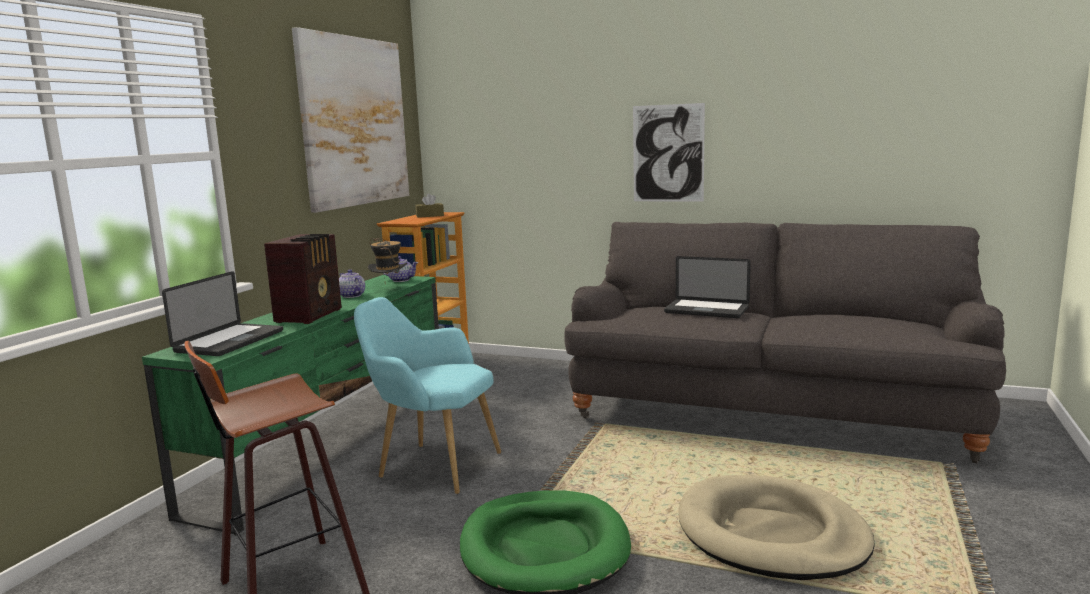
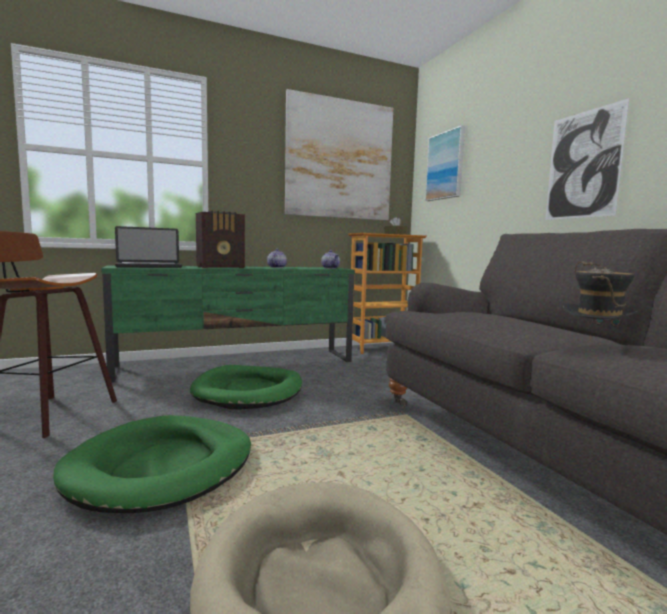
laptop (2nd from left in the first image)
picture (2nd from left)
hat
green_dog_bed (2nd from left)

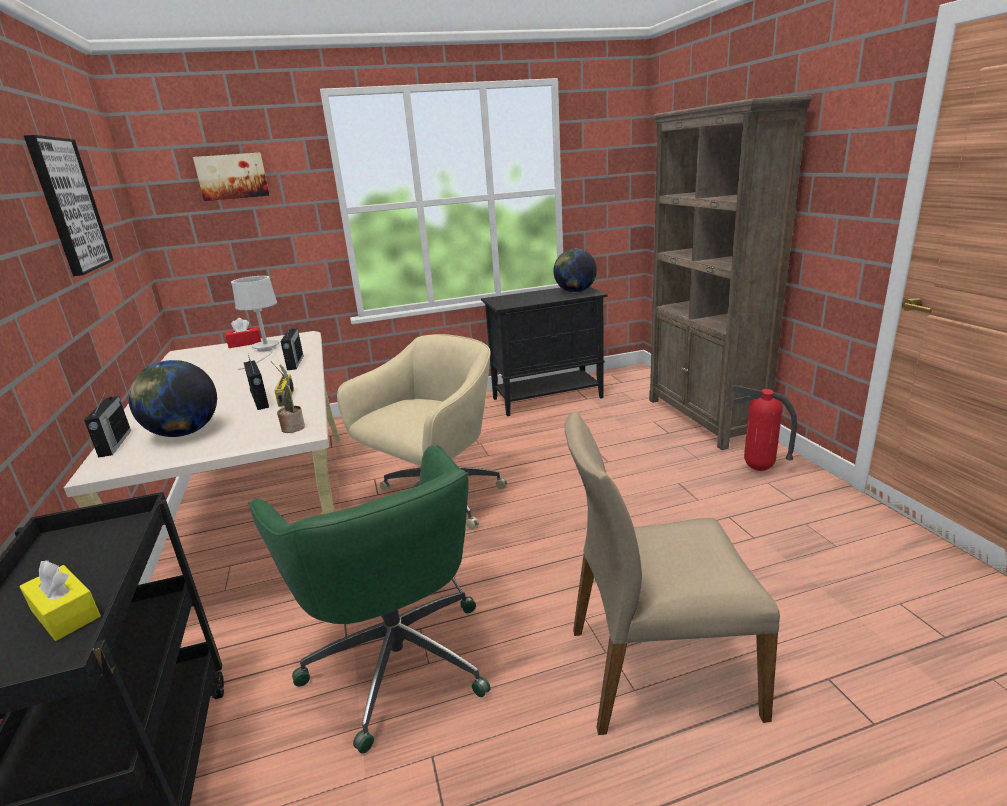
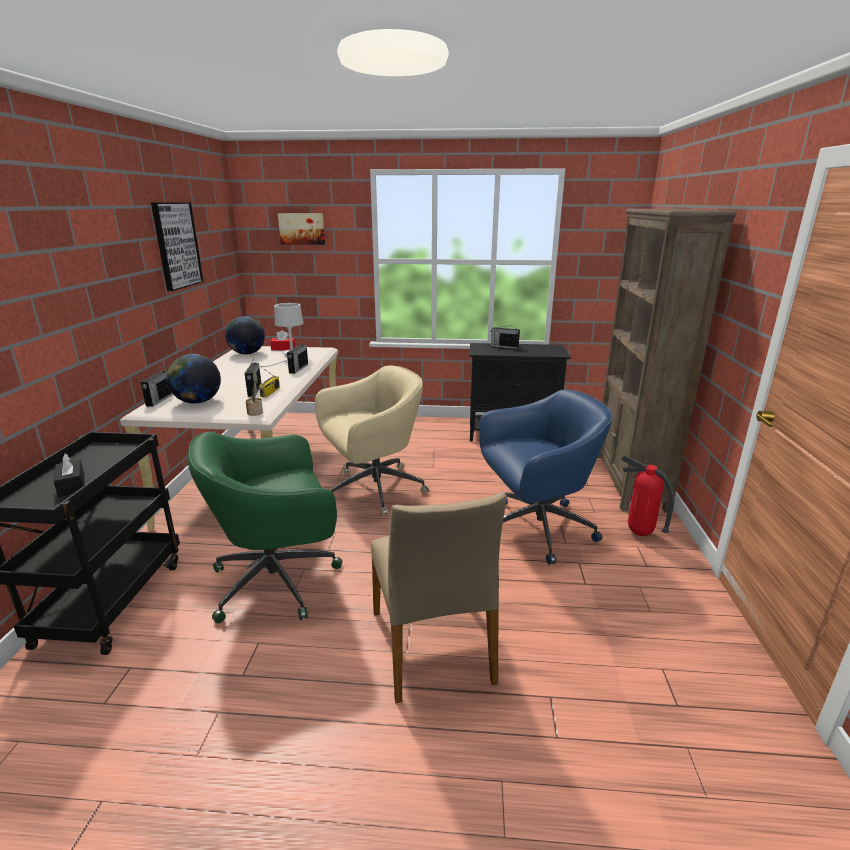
blue_office_chair
radio (5th from left)
globe (2nd from left)
black_tissue_box
green_office_chair
beige_chair

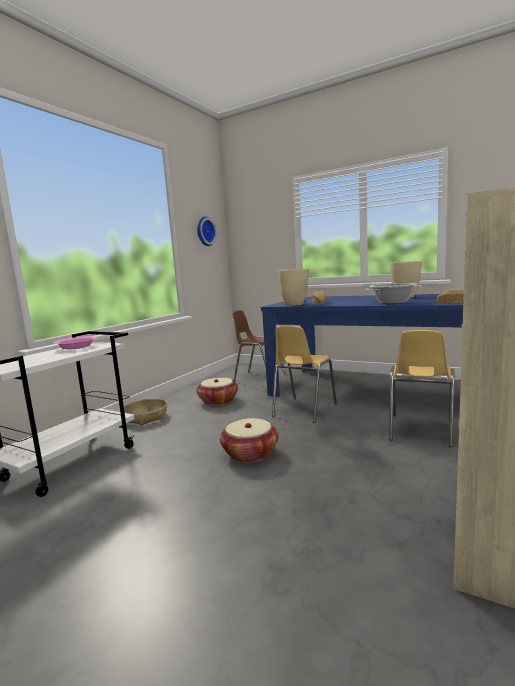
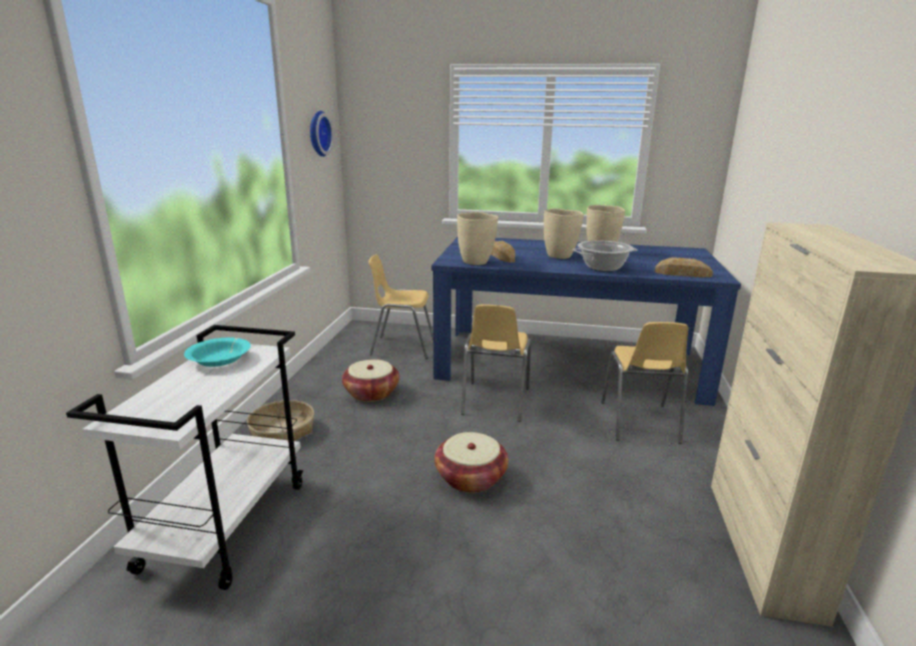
beige_vase (2nd from left)
turquoise_bowl
yellow_chair (1st from left)

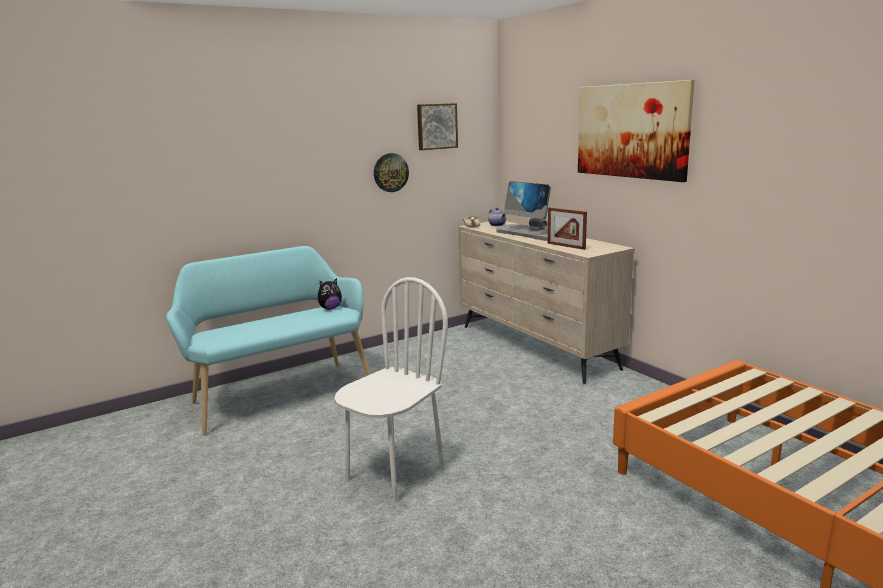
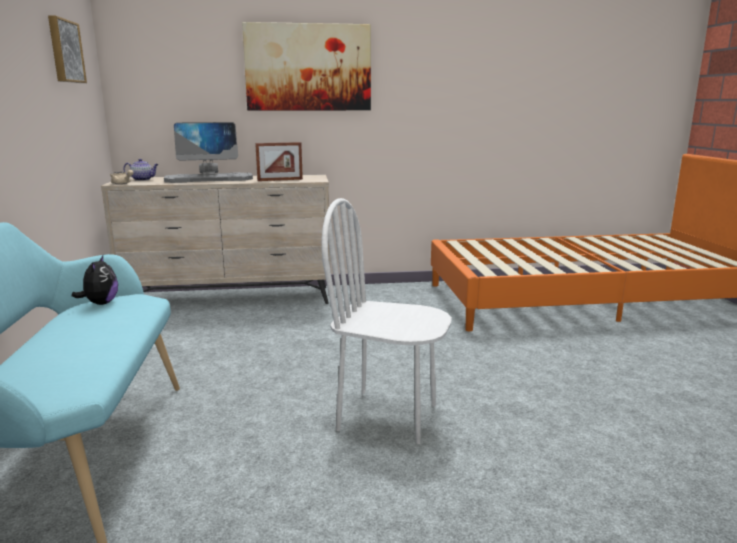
wall_clock
white_chair

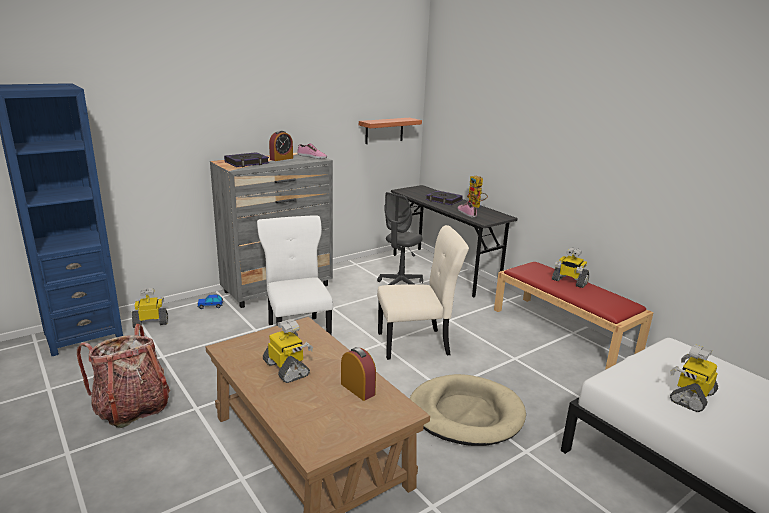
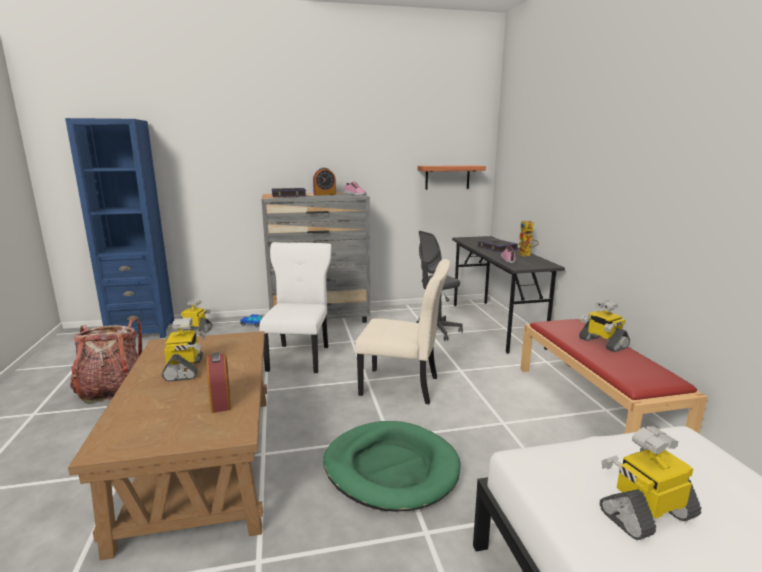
green_dog_bed

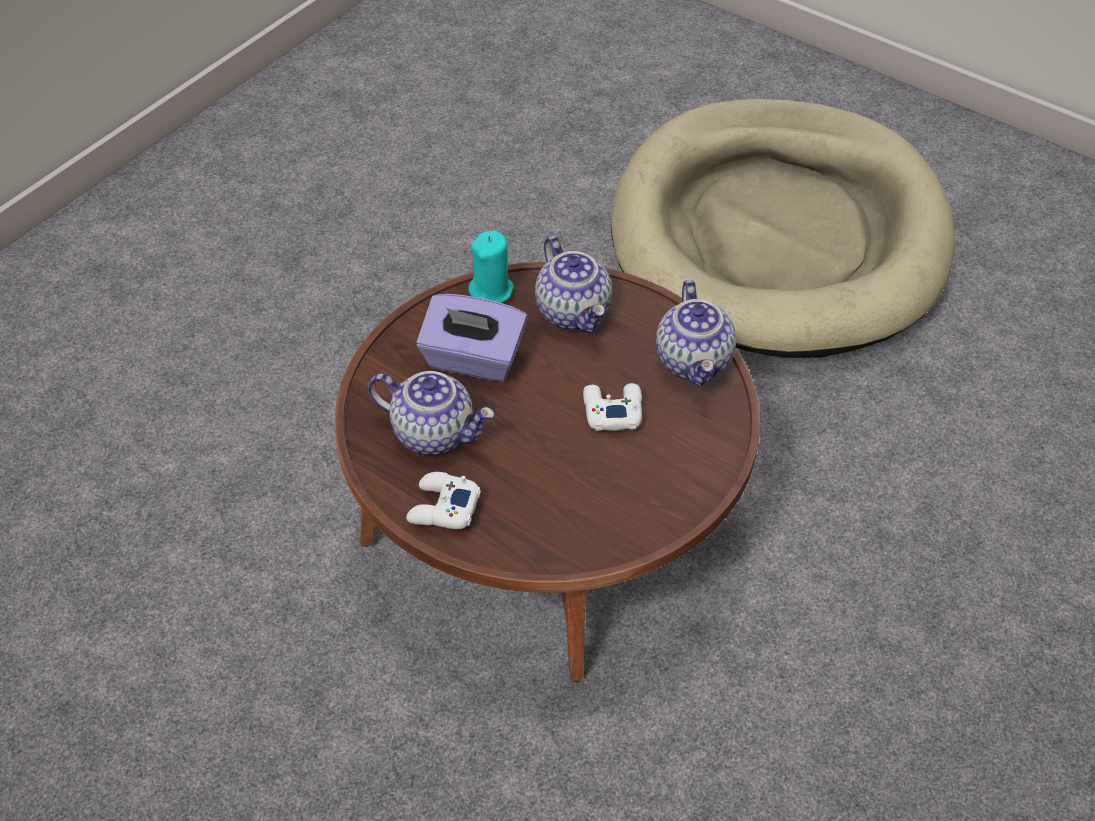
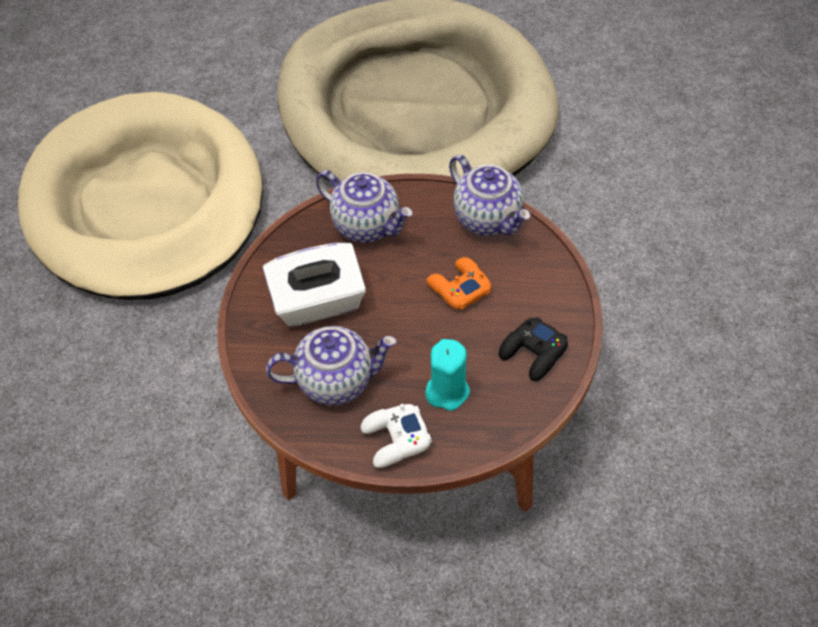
beige_dog_bed (1st from left)
black_game_controller
turquoise_candle
white_tissue_box
orange_game_controller

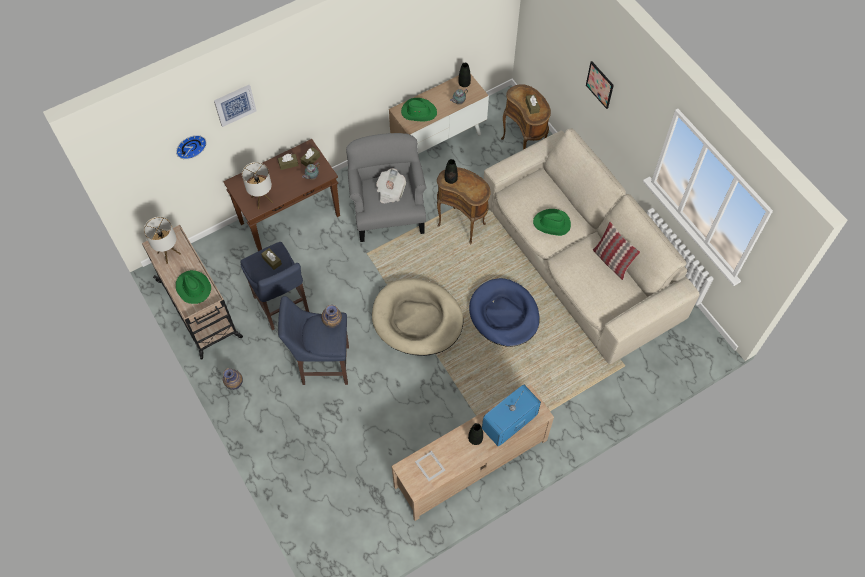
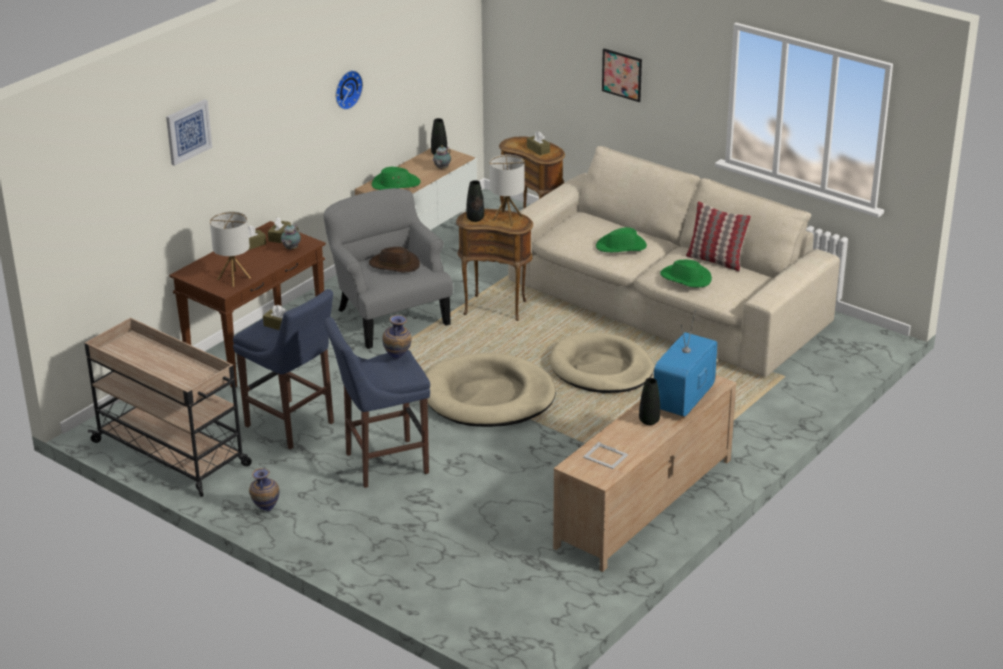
table_lamp (2nd from left)
wall_clock
green_hat (3rd from left)
brown_hat
beige_dog_bed (2nd from left)

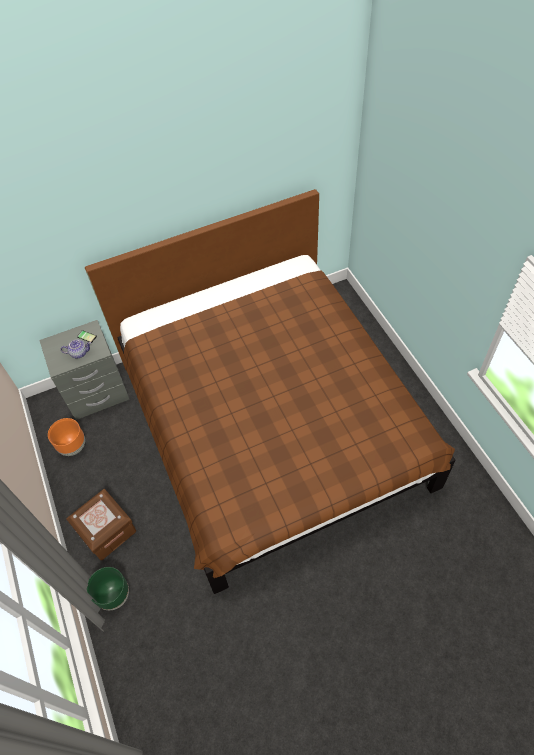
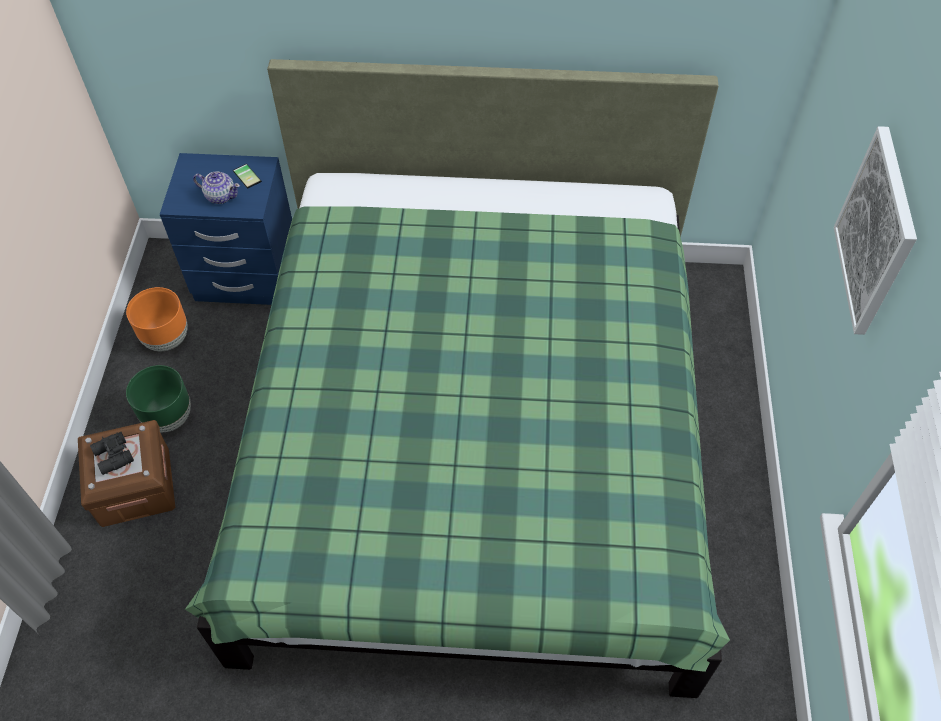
black_binoculars
picture
green_planter
blue_nightstand
green_bed

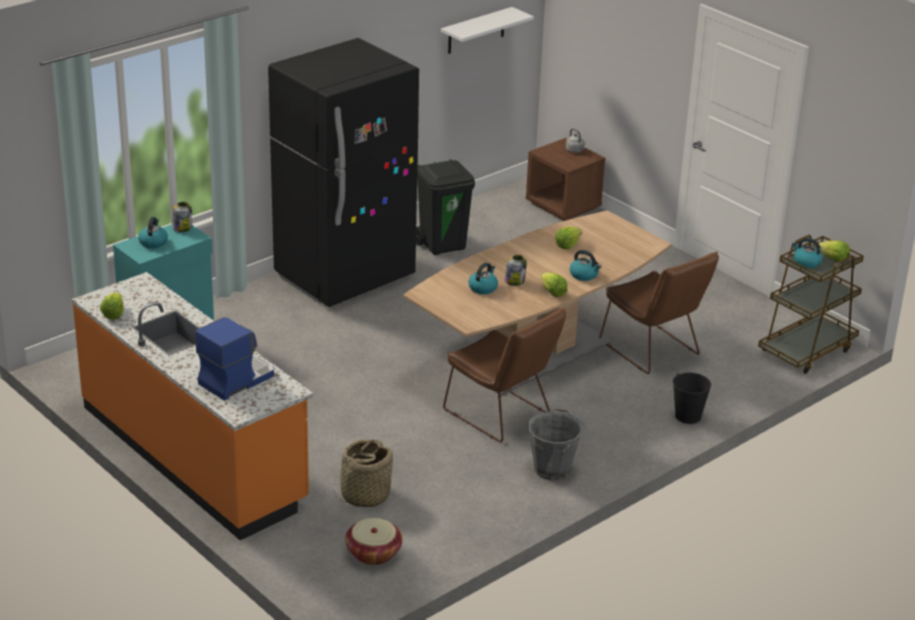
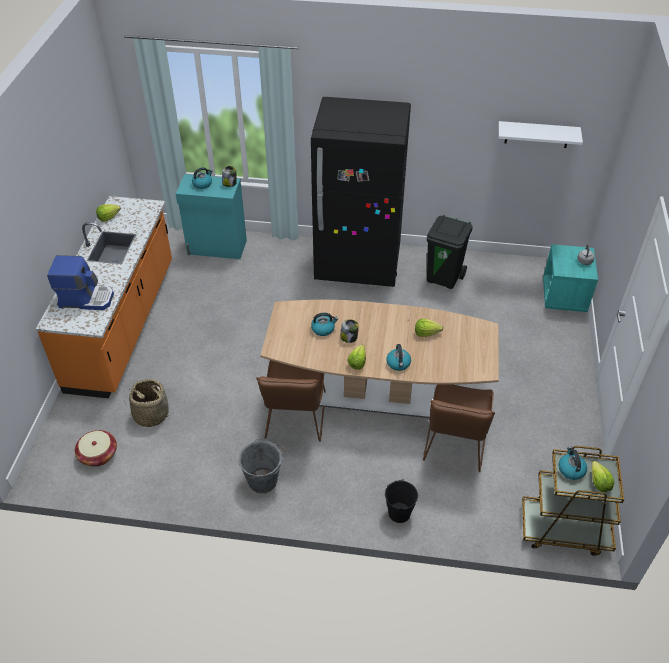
turquoise_nightstand

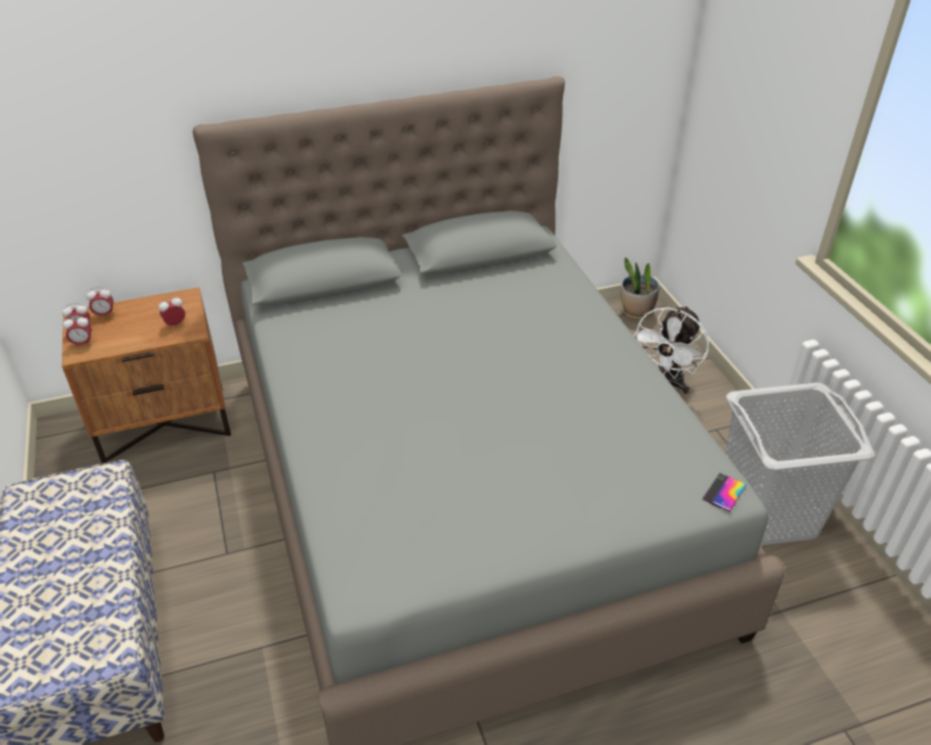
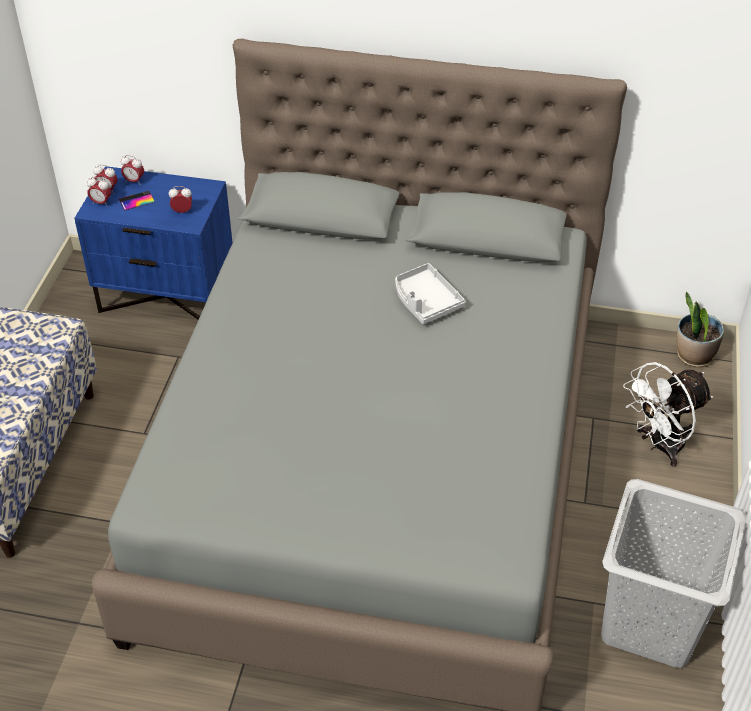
grey_tray
phone
blue_nightstand

